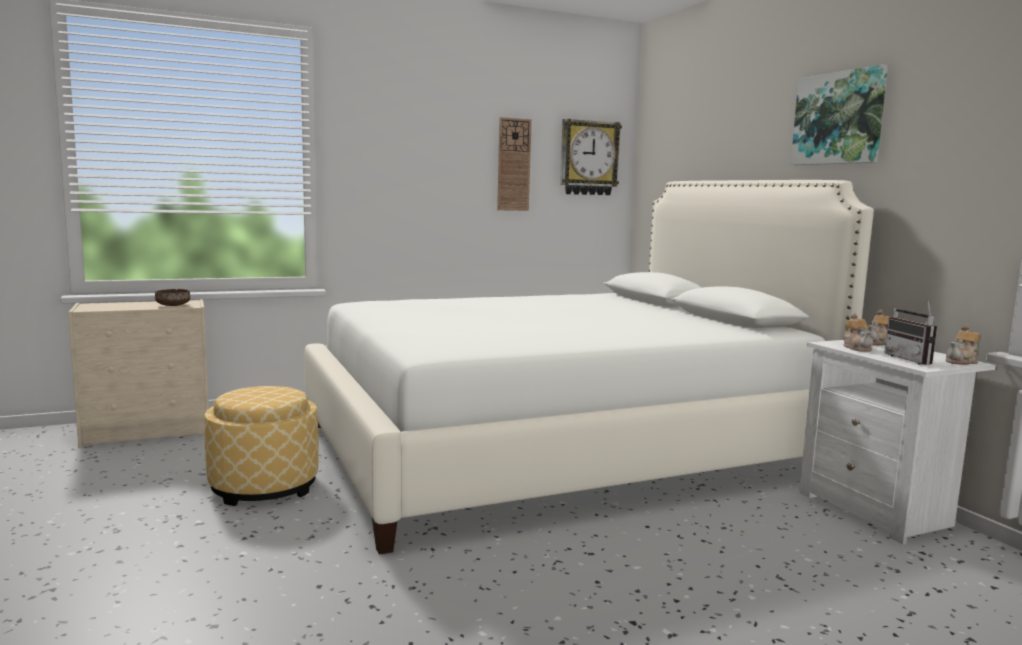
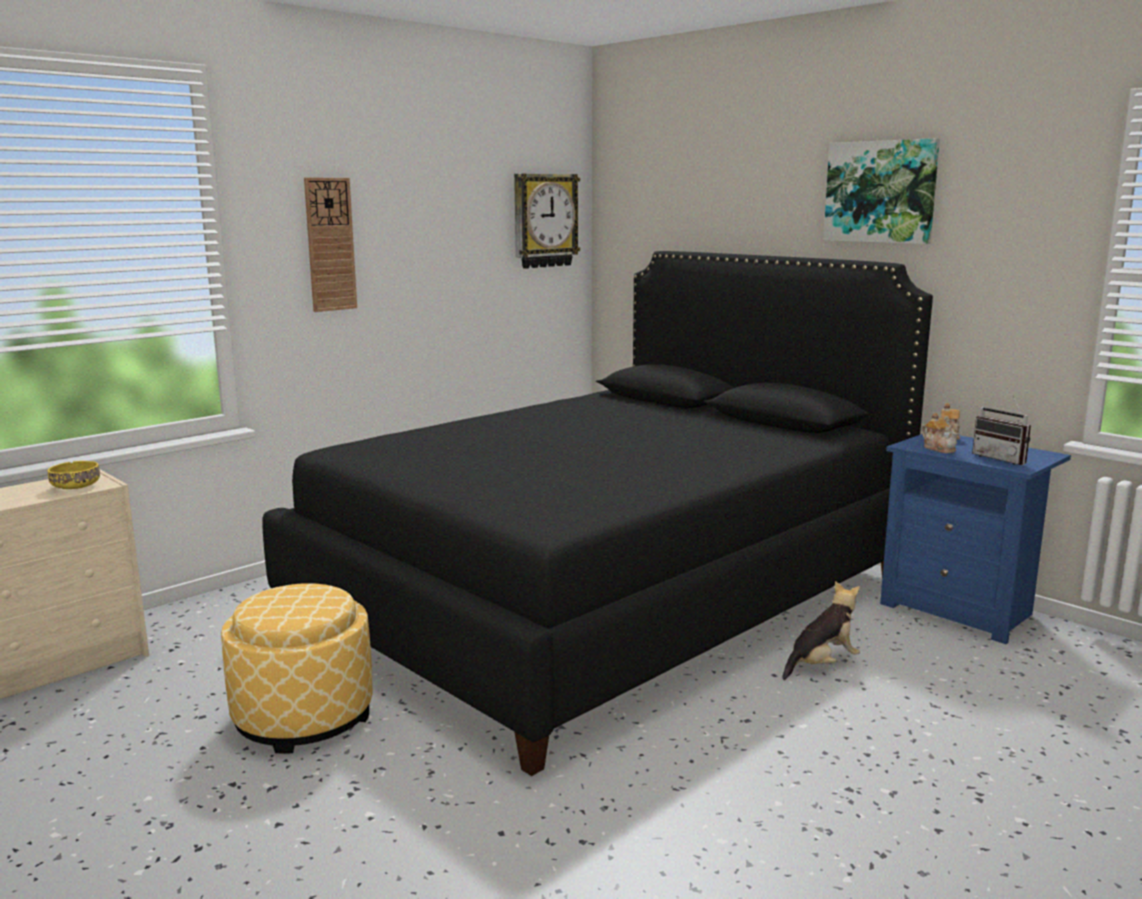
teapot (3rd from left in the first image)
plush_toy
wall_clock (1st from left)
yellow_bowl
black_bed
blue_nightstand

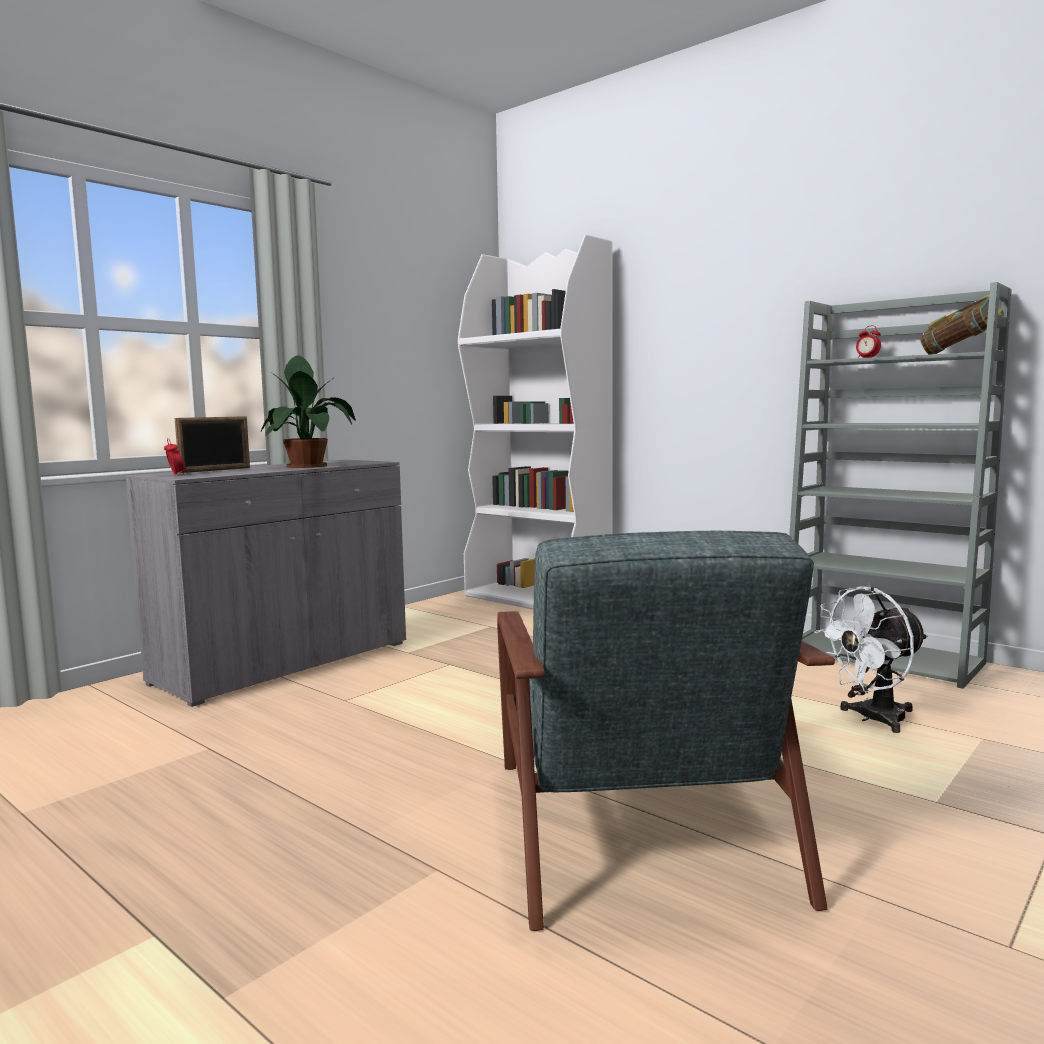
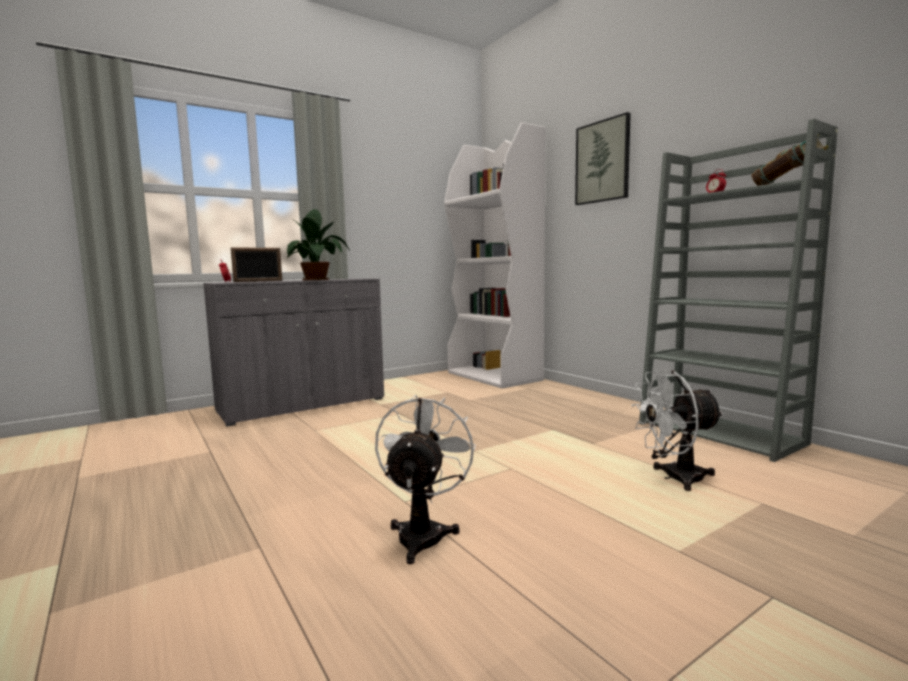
picture
white_fan (1st from left)

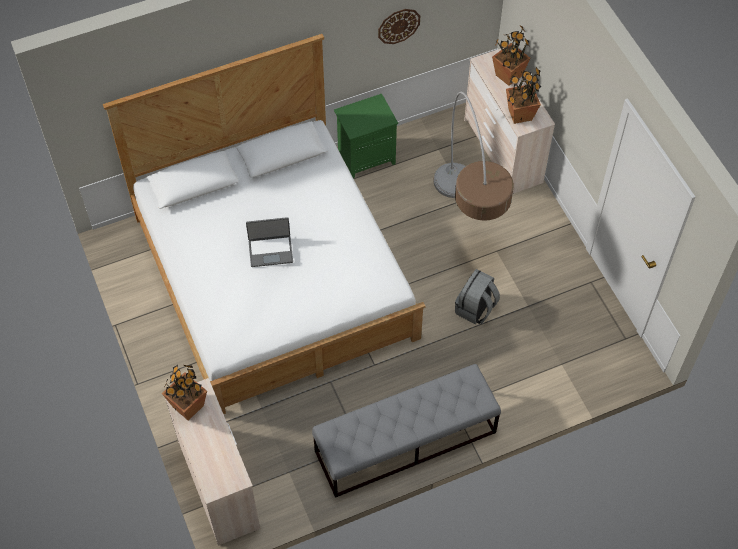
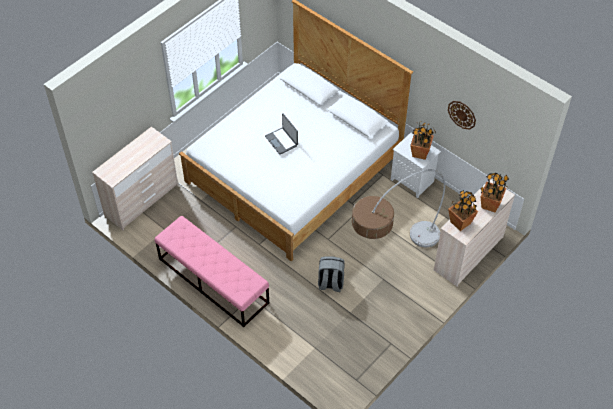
potted_plant (1st from left)
pink_bench
white_nightstand

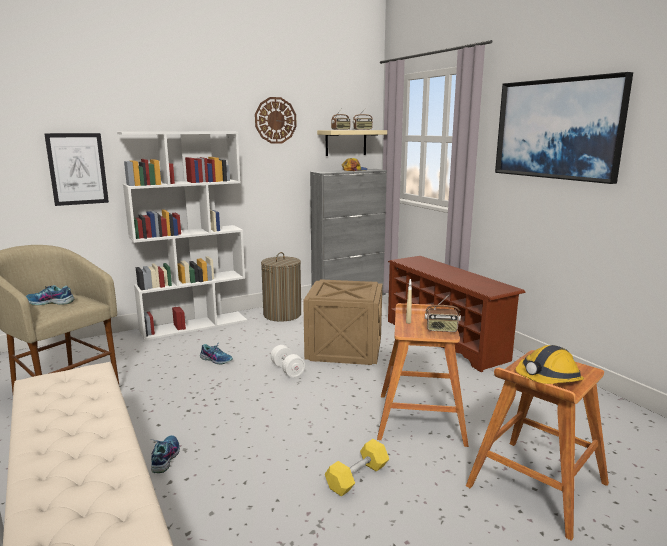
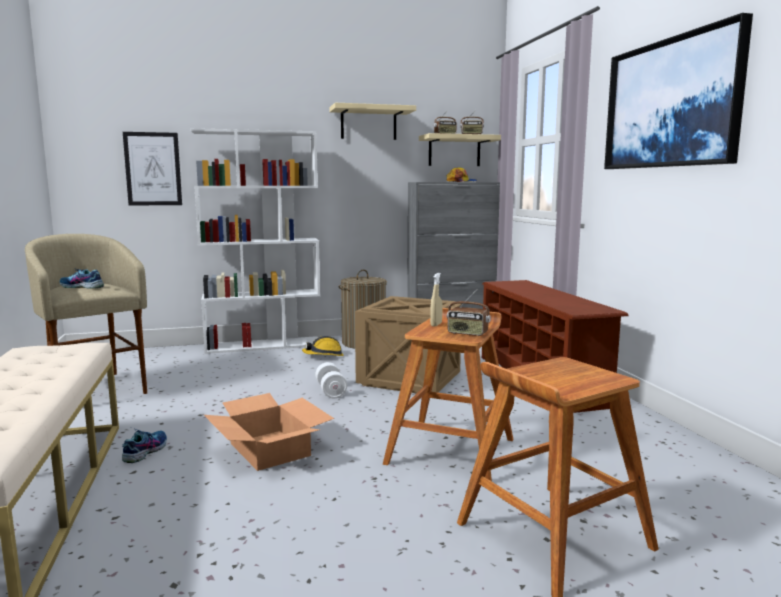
shoe (3rd from left in the first image)
yellow_dumbbell
cardboard_box
hard_hat
beige_shelf (1st from left)

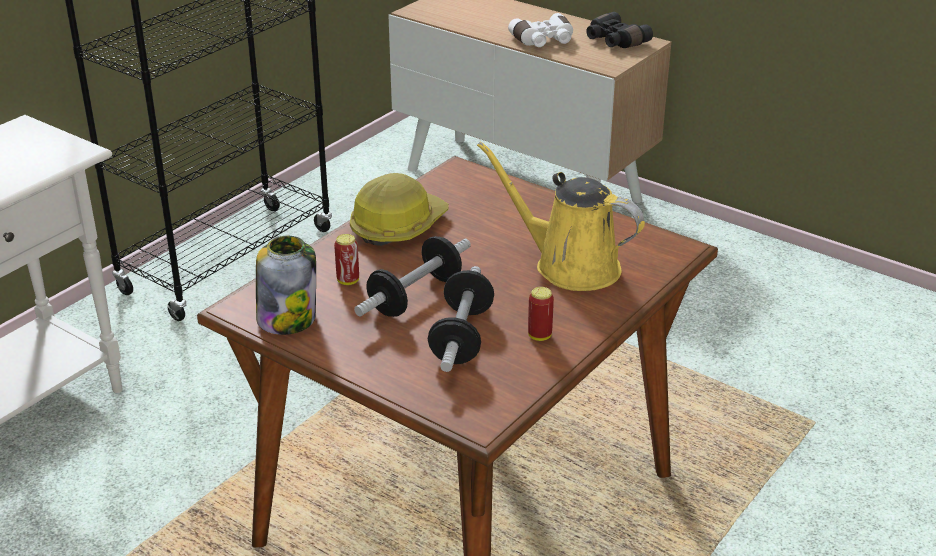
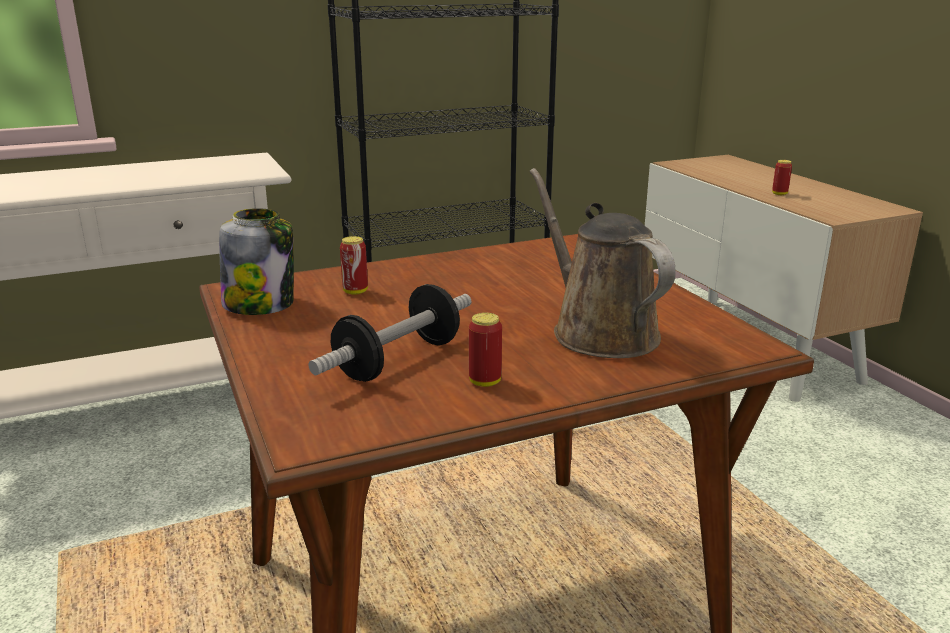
hard_hat
dumbbell (1st from left in the first image)
black_binoculars
can (3rd from left)
brown_watering_can

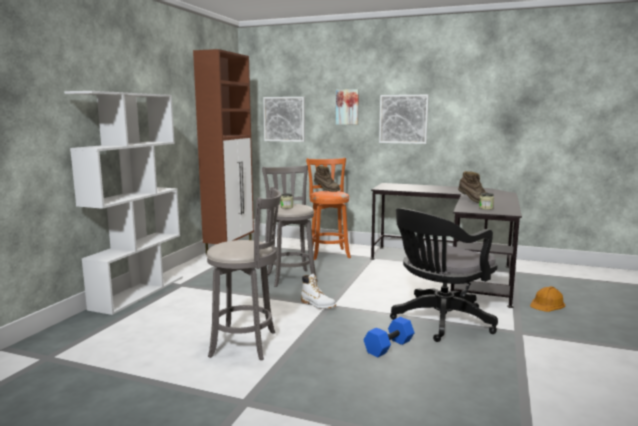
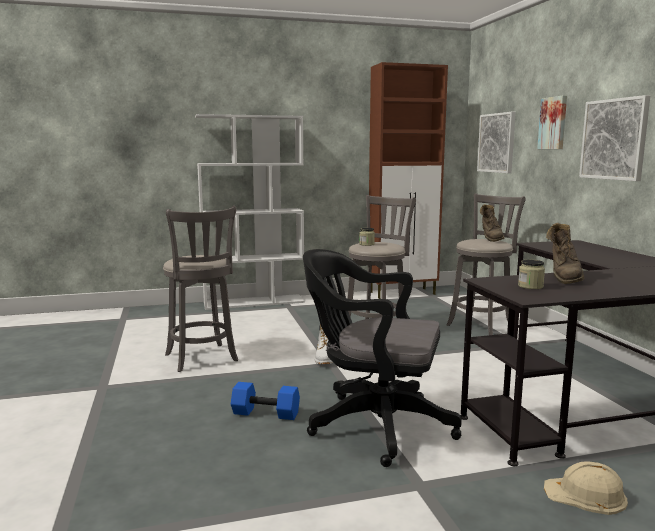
grey_stool (3rd from left)
beige_hard_hat

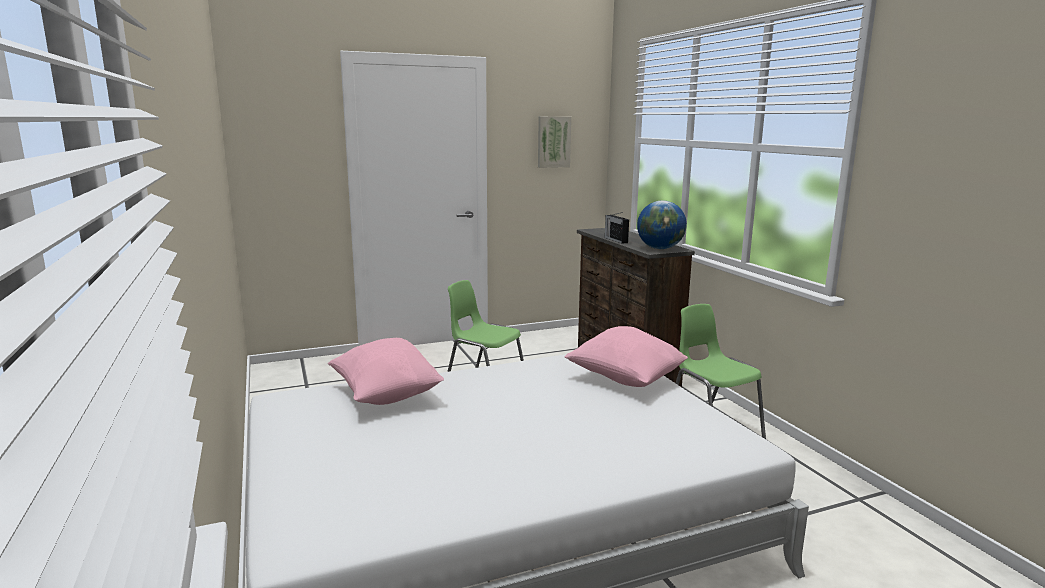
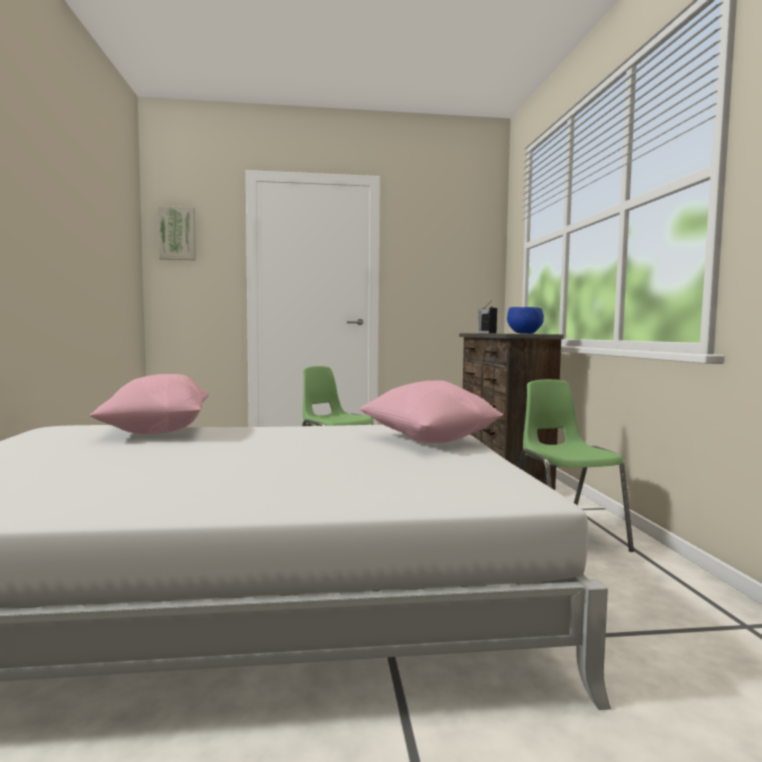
picture
blue_bowl

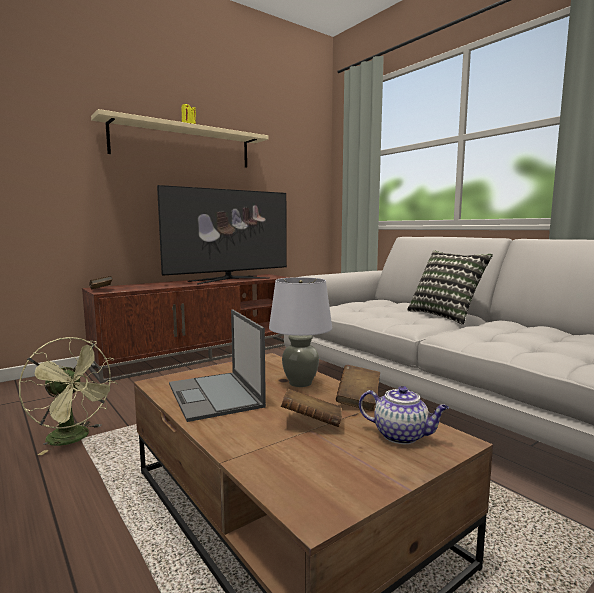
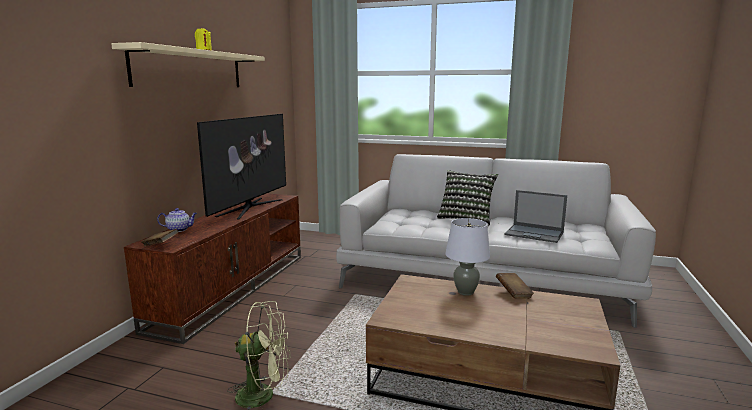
brown_book (2nd from left in the first image)
laptop
teapot

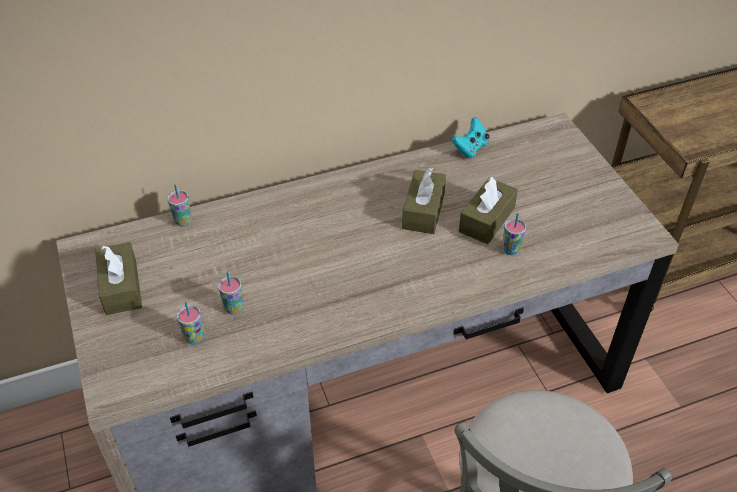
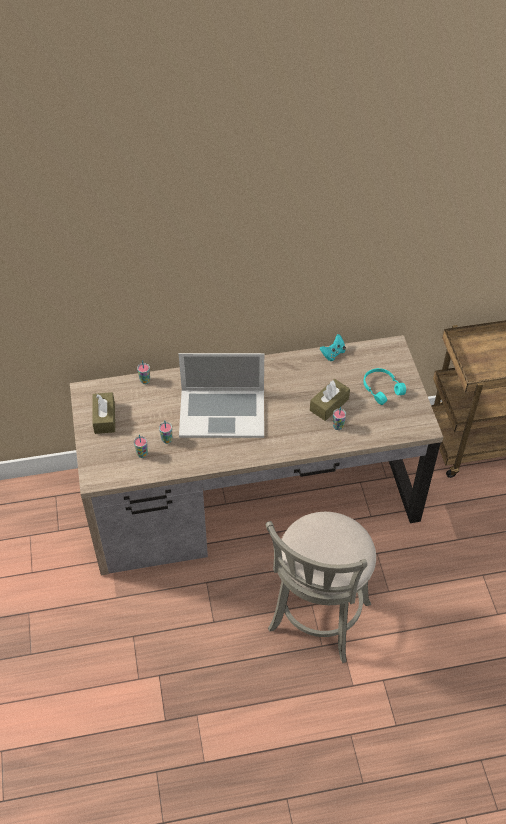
brown_tissue_box (2nd from left in the first image)
laptop
turquoise_headphones

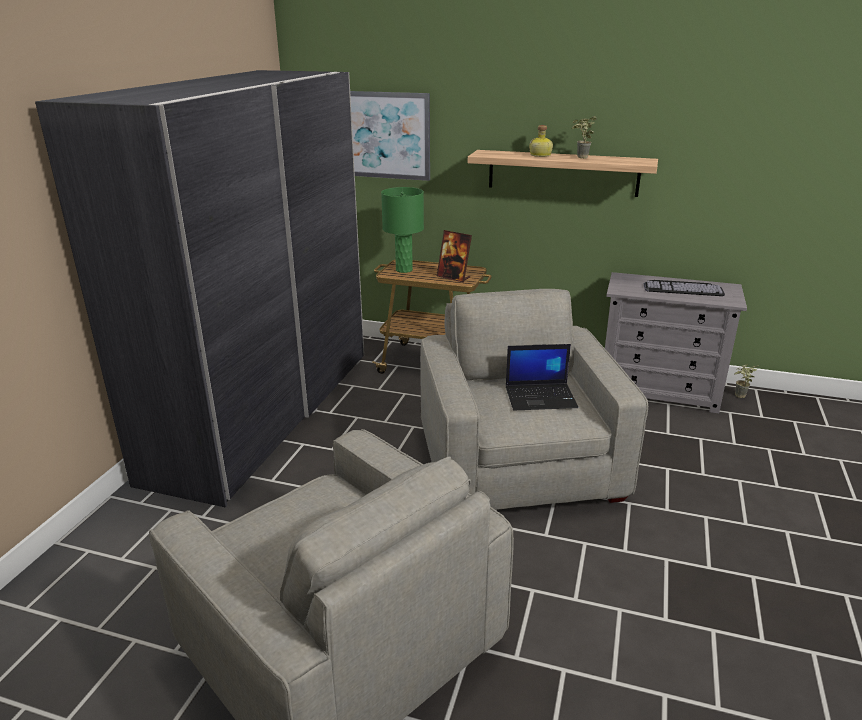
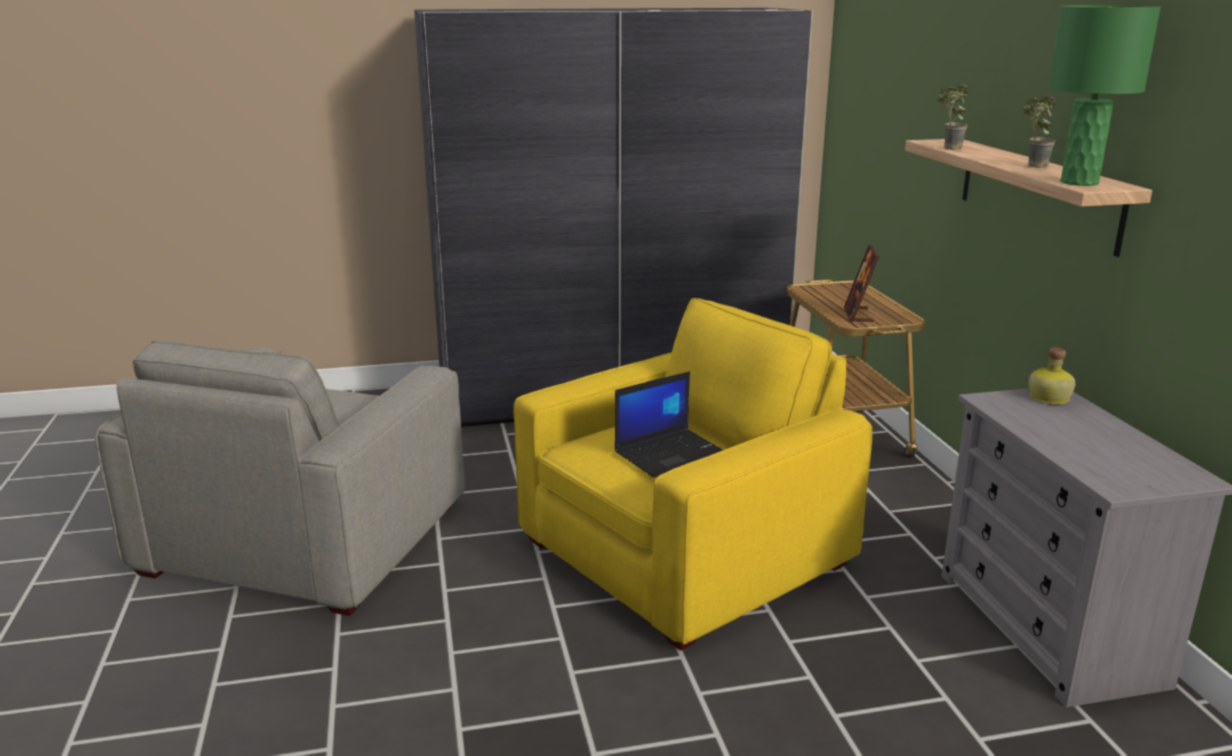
picture
keyboard
green_table_lamp
bottle
potted_plant (1st from left)
yellow_armchair
laptop

